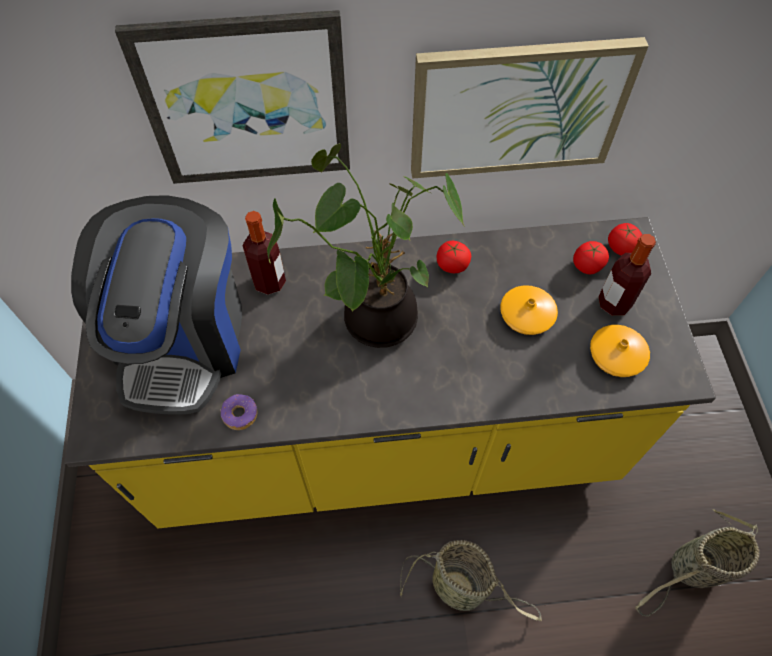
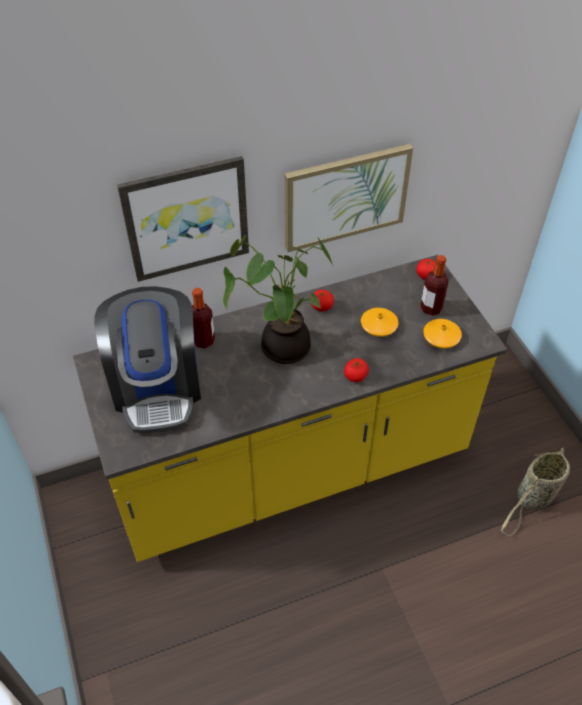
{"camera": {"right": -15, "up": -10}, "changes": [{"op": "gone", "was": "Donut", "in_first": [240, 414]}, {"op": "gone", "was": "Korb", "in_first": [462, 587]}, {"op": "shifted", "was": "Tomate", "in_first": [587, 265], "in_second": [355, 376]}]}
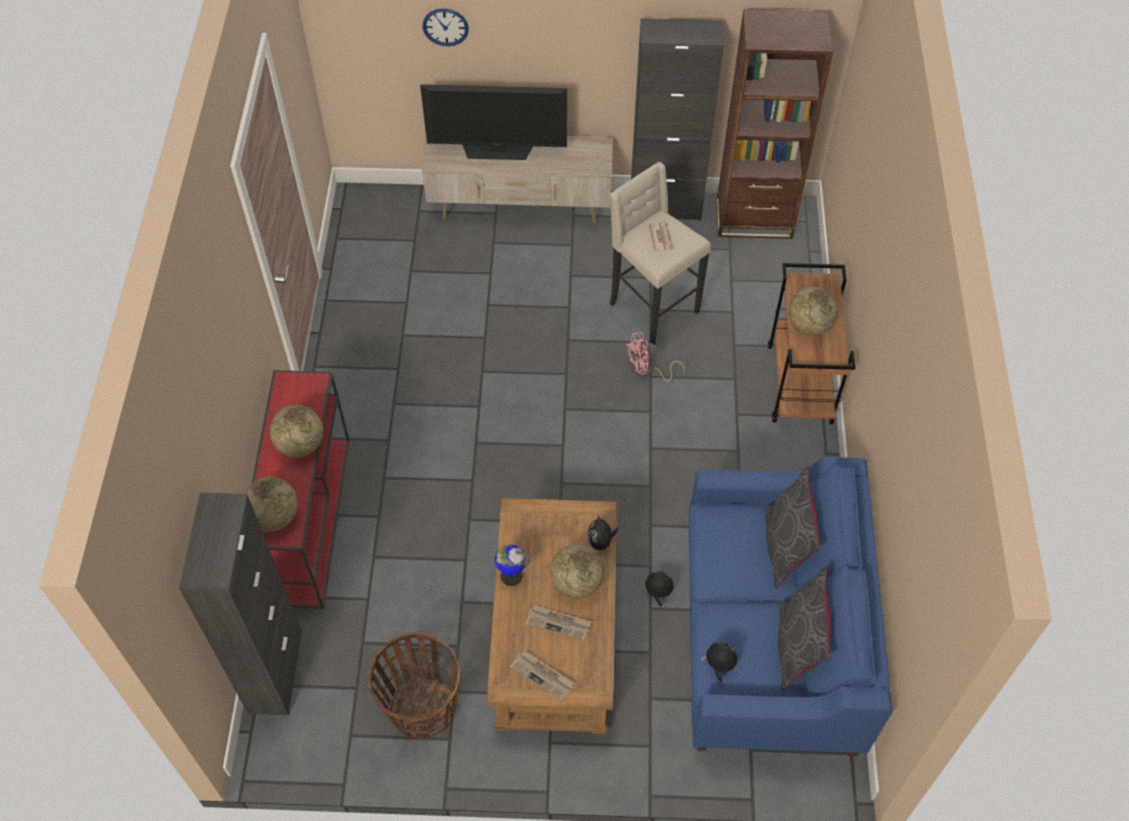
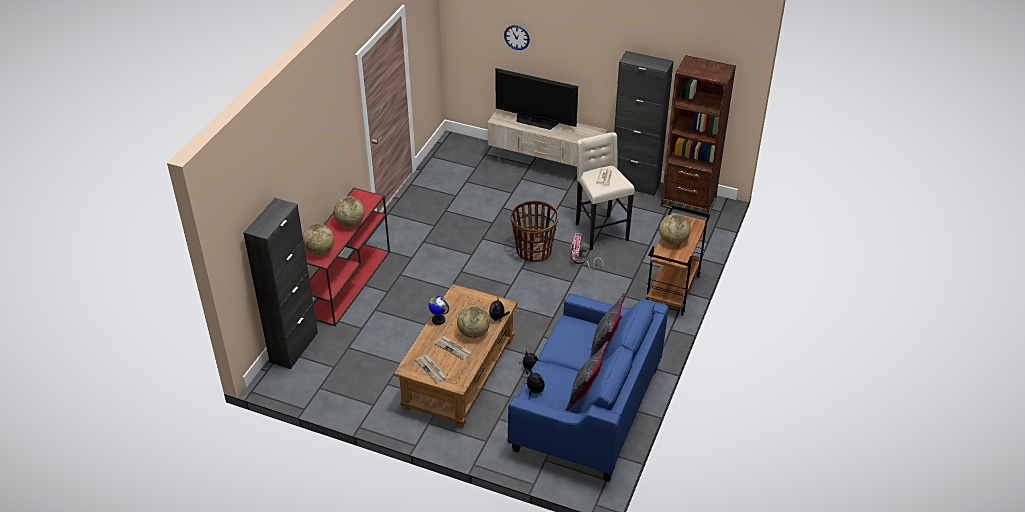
{"camera": {"right": 20, "up": -15}, "changes": [{"op": "shifted", "was": "Korb", "in_first": [422, 708], "in_second": [533, 251]}]}
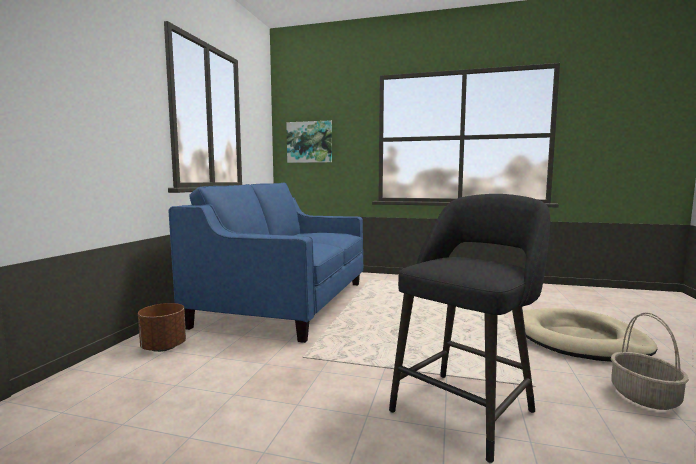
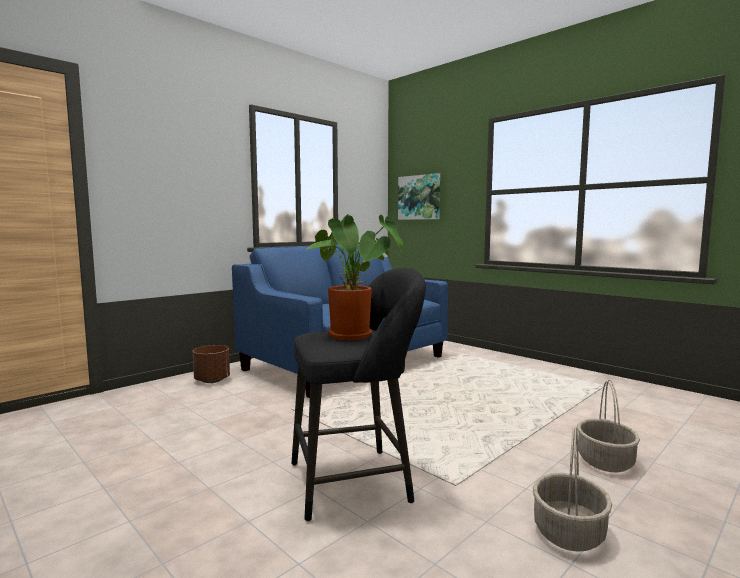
{"camera": {"right": 30, "up": 0}, "changes": [{"op": "swapped", "was": "Hundebett/beige", "now": "Korb", "in_first": [580, 340], "in_second": [606, 461]}, {"op": "new", "now": "Topfpflanze", "in_second": [354, 336]}]}
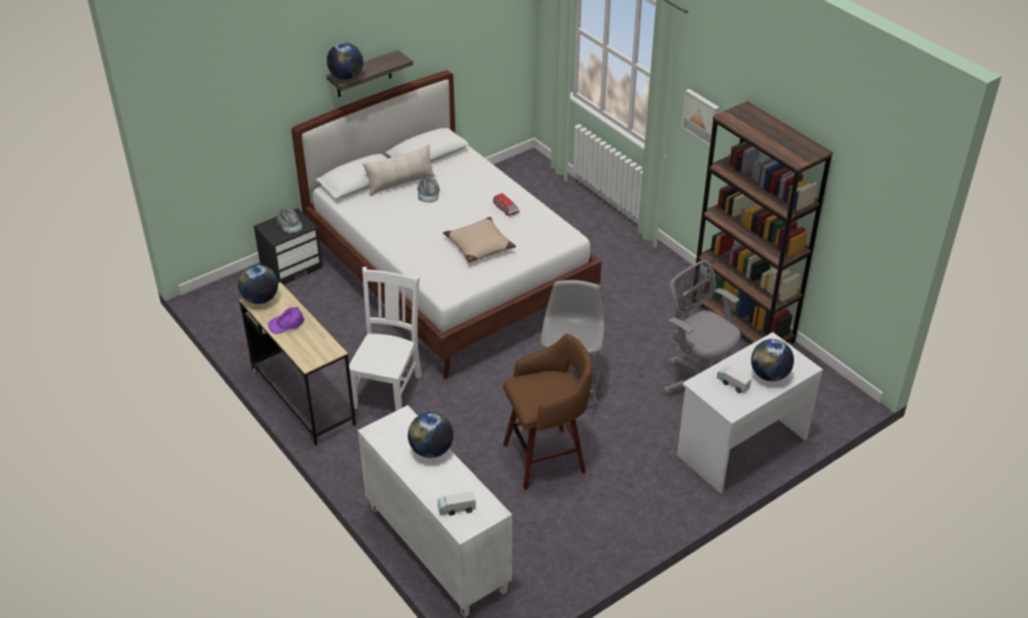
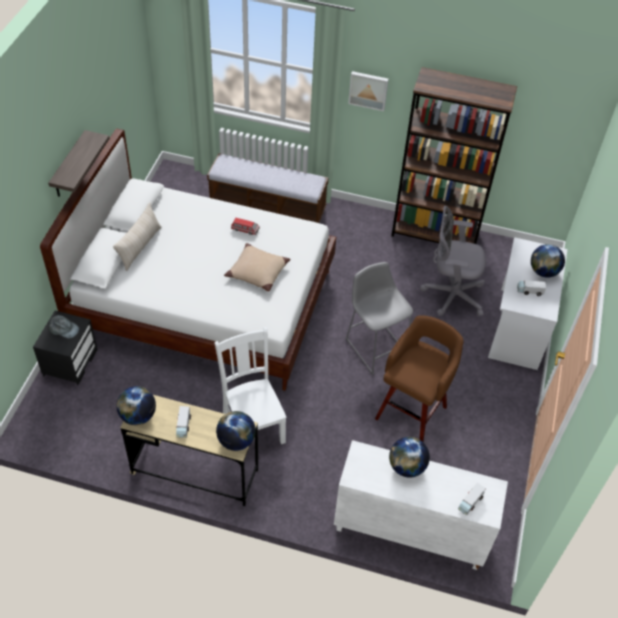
{"camera": {"right": -40, "up": 10}, "changes": [{"op": "swapped", "was": "Kappe/lila", "now": "Spielzeuglaster", "in_first": [286, 324], "in_second": [183, 425]}, {"op": "shifted", "was": "Globus", "in_first": [346, 77], "in_second": [236, 440]}, {"op": "gone", "was": "Kappe/grau", "in_first": [428, 193]}, {"op": "new", "now": "Bank", "in_second": [268, 206]}]}
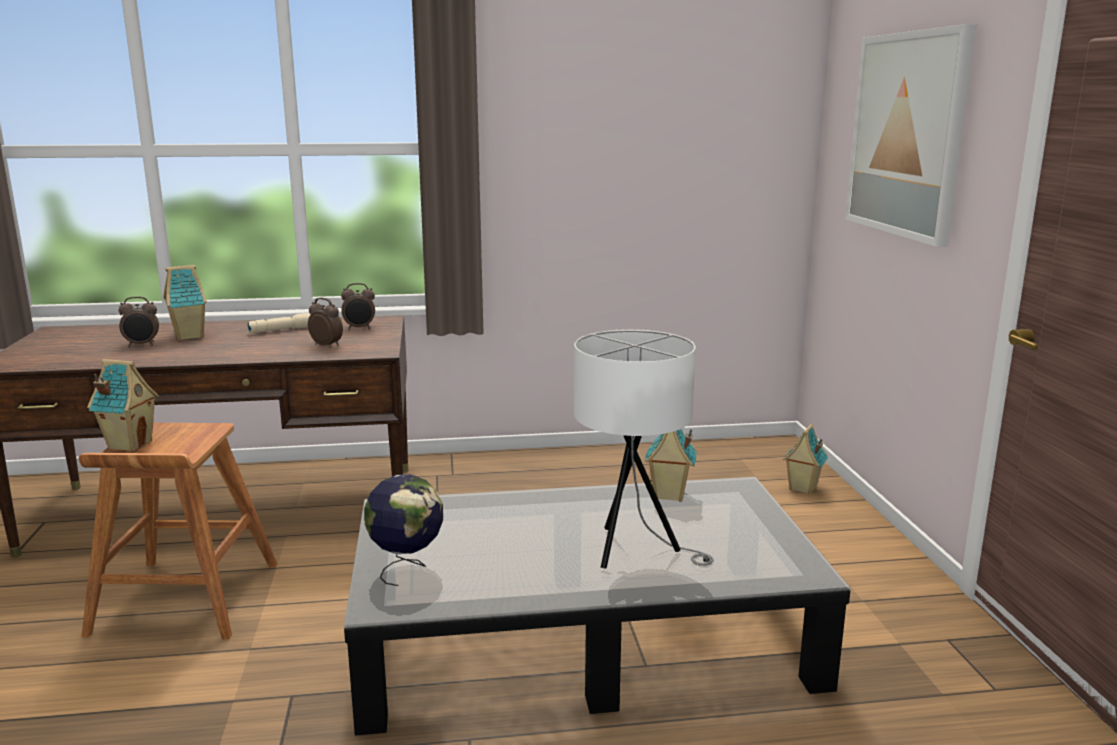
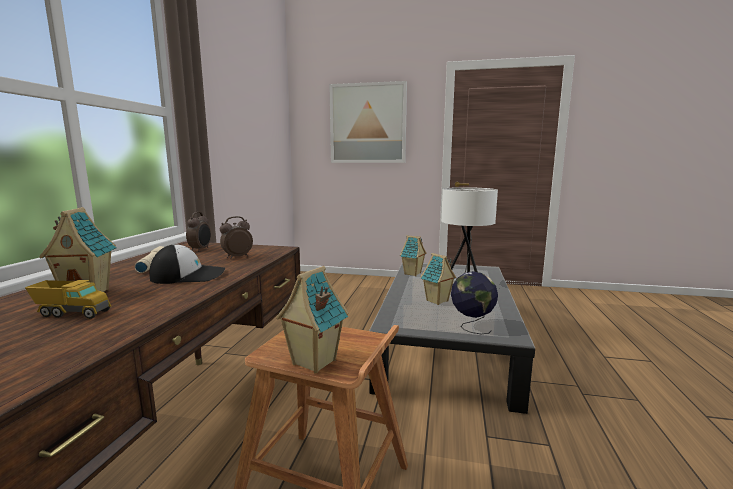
{"camera": {"right": -70, "up": -5}, "changes": [{"op": "swapped", "was": "Wecker", "now": "Spielzeuglaster", "in_first": [142, 345], "in_second": [72, 313]}, {"op": "shifted", "was": "Spielzeughaus", "in_first": [802, 488], "in_second": [437, 301]}, {"op": "new", "now": "Kappe", "in_second": [189, 275]}]}
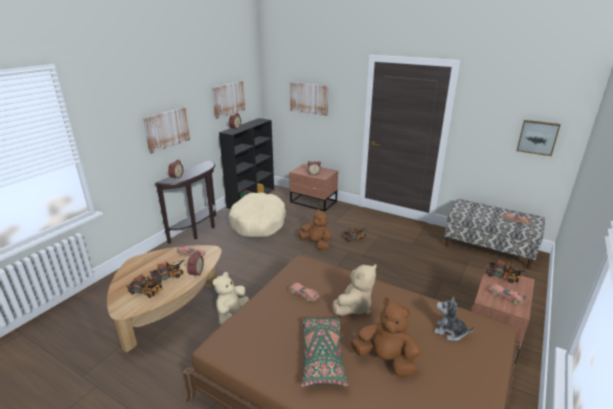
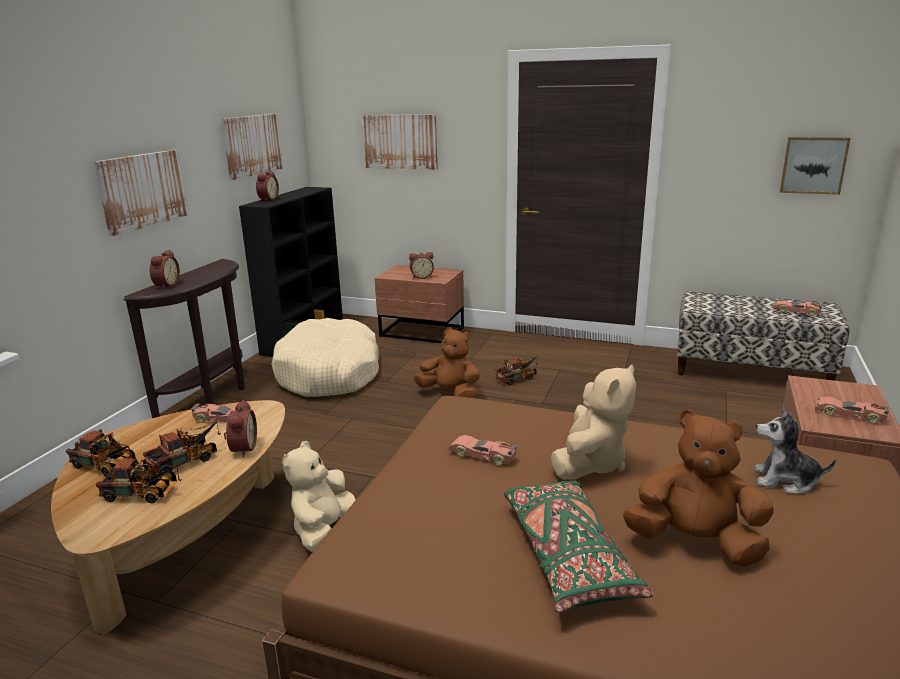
{"camera": {"right": -10, "up": -5}, "changes": [{"op": "shifted", "was": "Spielzeuglaster", "in_first": [504, 277], "in_second": [107, 467]}]}
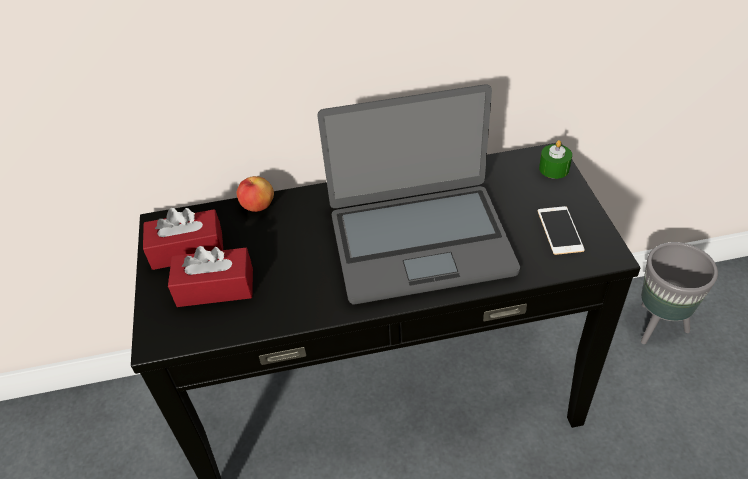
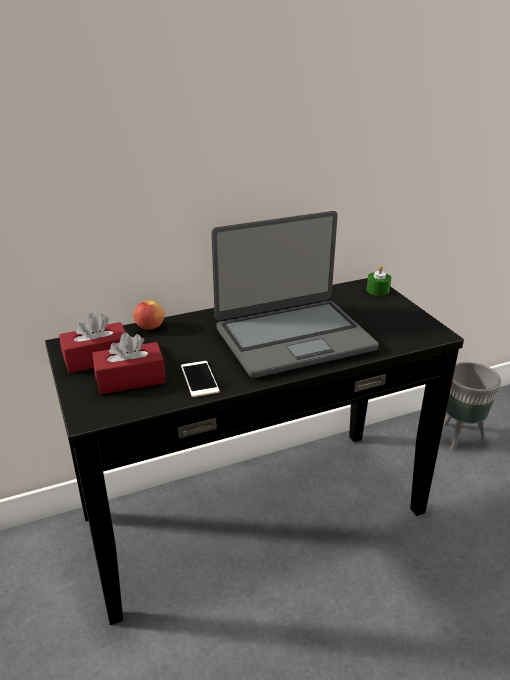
{"camera": {"right": -15, "up": -15}, "changes": [{"op": "shifted", "was": "Handy", "in_first": [560, 230], "in_second": [199, 379]}]}
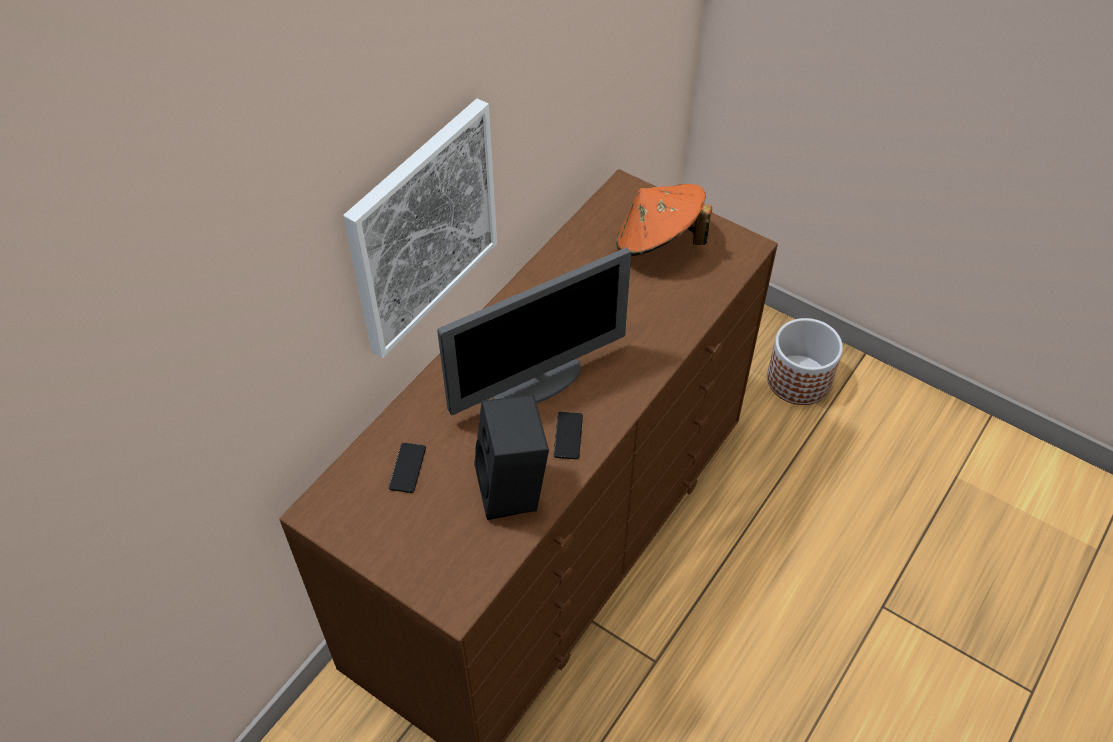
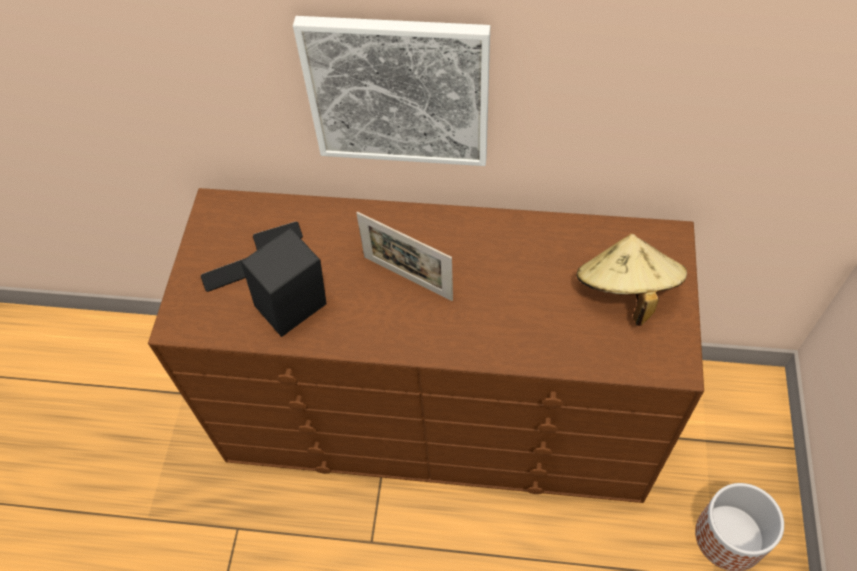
{"camera": {"right": 65, "up": 5}, "changes": [{"op": "swapped", "was": "Monitor", "now": "Bilderrahmen", "in_first": [538, 382], "in_second": [407, 278]}, {"op": "shifted", "was": "Handy", "in_first": [568, 436], "in_second": [226, 275]}, {"op": "repainted", "was": "Hut/orange", "now": "Hut/beige", "in_first": [658, 242], "in_second": [625, 292]}]}
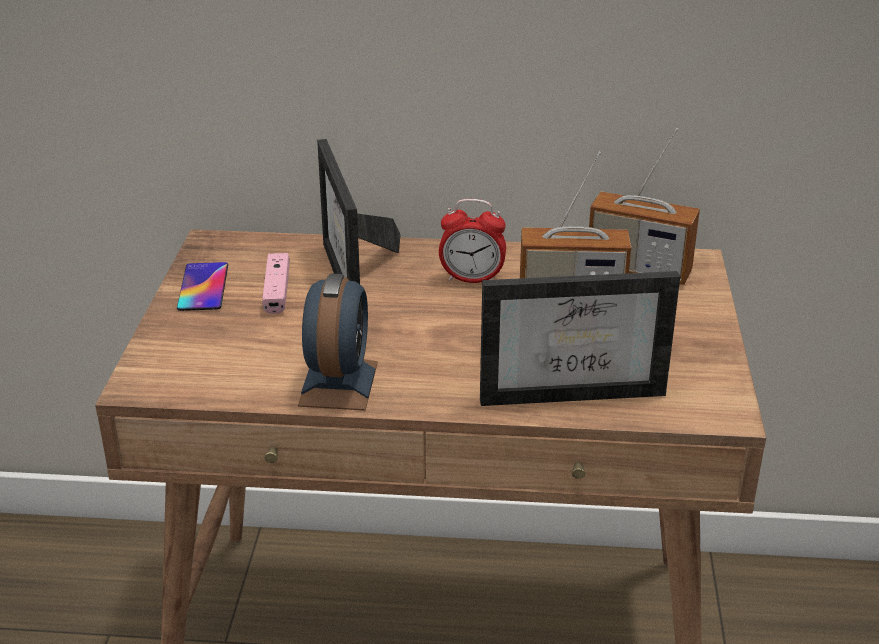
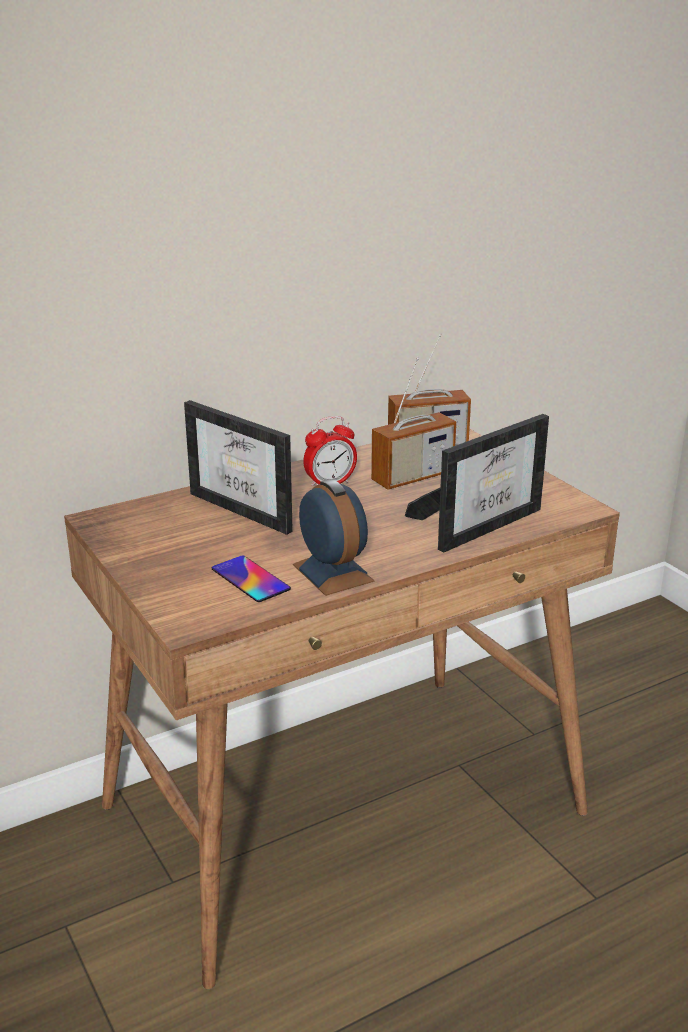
{"camera": {"right": -35, "up": -5}, "changes": [{"op": "shifted", "was": "Handy", "in_first": [203, 287], "in_second": [250, 579]}, {"op": "gone", "was": "Gamepad/rosa", "in_first": [277, 291]}]}
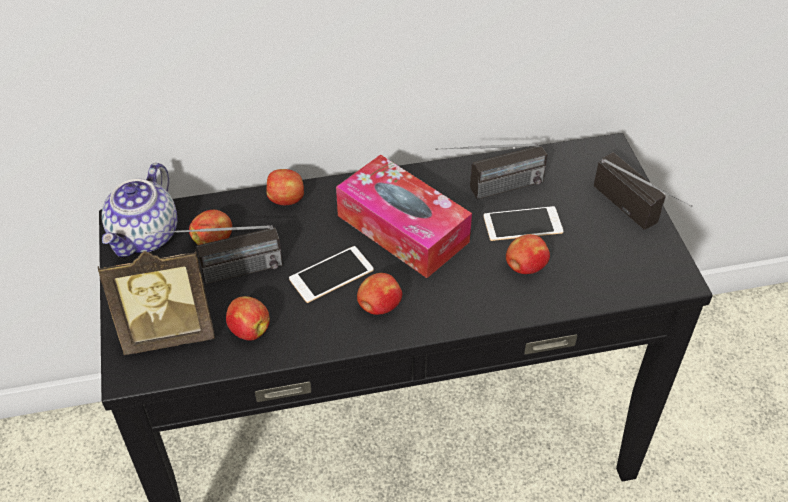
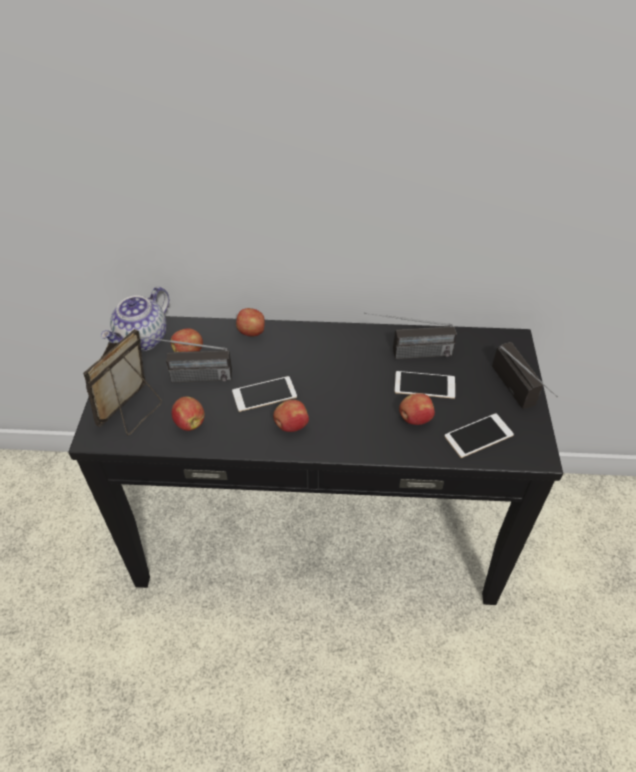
{"camera": {"right": 15, "up": 0}, "changes": [{"op": "rotated", "was": "Bilderrahmen", "in_first": [169, 332], "in_second": [132, 412], "clockwise": 120}, {"op": "gone", "was": "Taschentuchbox", "in_first": [402, 229]}, {"op": "new", "now": "Handy", "in_second": [478, 435]}]}
